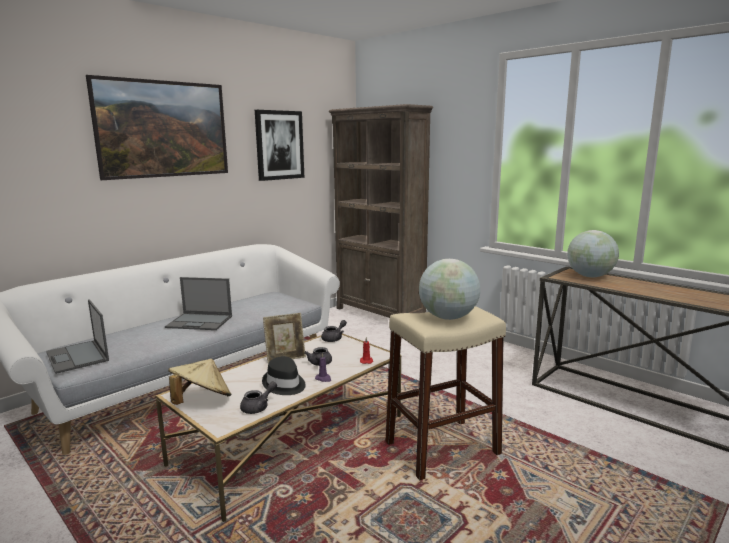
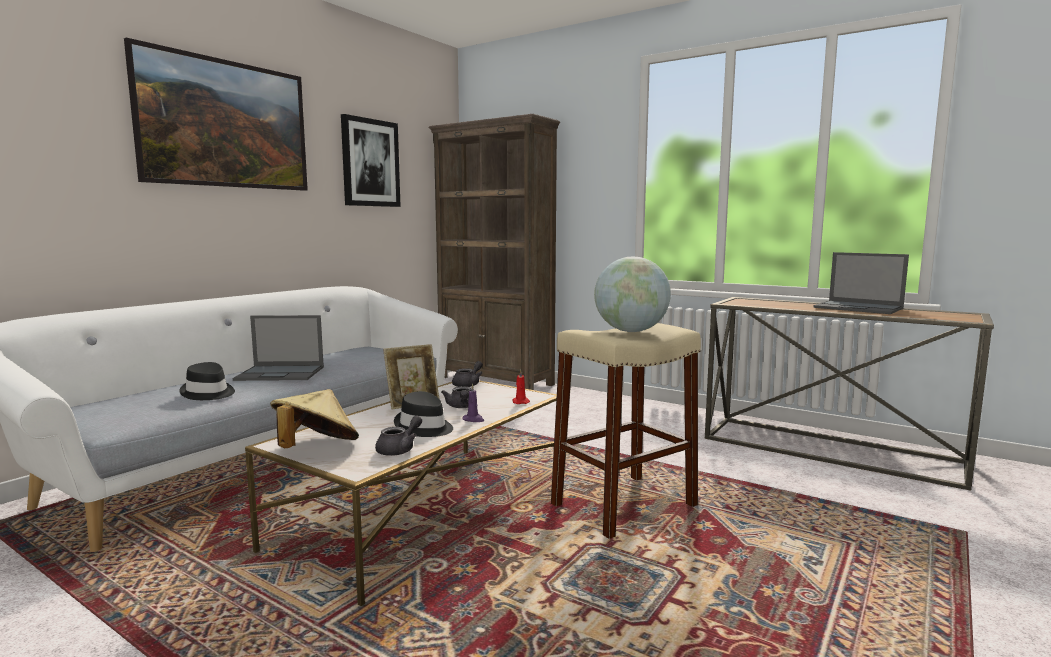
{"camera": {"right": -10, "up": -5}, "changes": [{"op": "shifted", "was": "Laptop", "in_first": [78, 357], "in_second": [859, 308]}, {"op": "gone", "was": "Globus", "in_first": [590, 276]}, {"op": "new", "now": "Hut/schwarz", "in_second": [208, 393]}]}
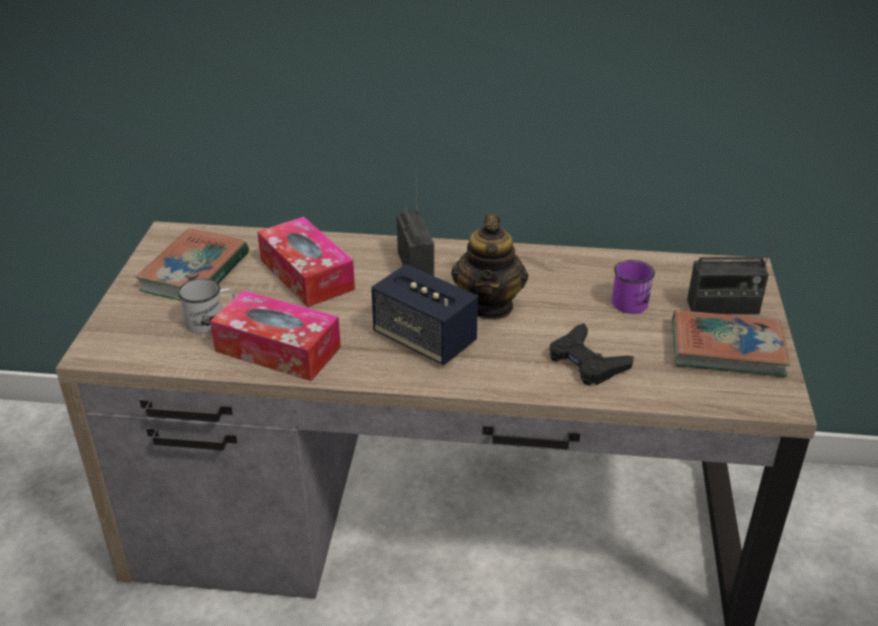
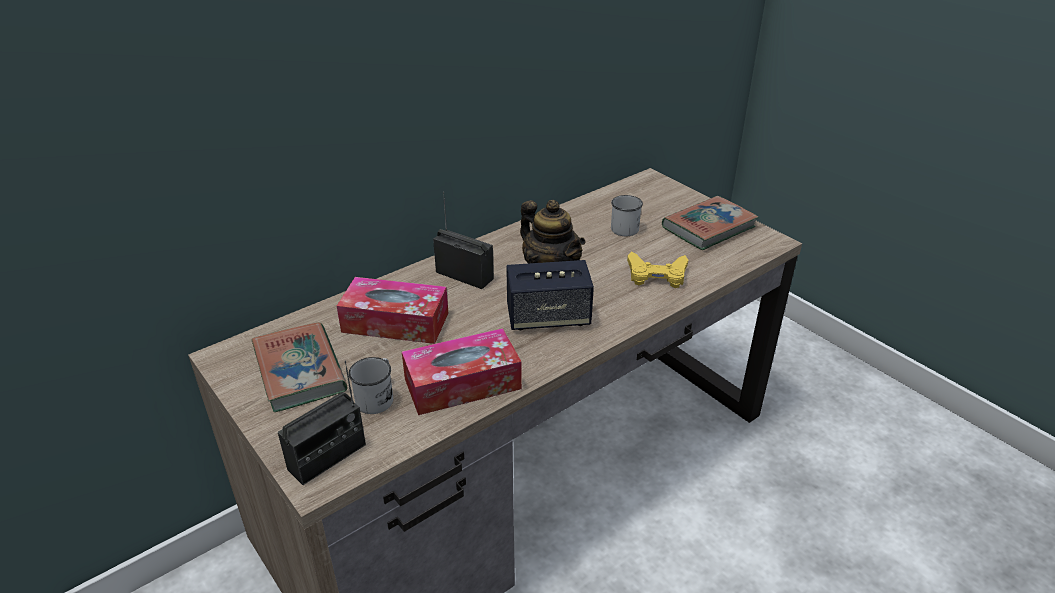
{"camera": {"right": -45, "up": 0}, "changes": [{"op": "repainted", "was": "Gamepad/schwarz", "now": "Gamepad/gelb", "in_first": [587, 362], "in_second": [656, 275]}, {"op": "repainted", "was": "Henkelbecher/lila", "now": "Henkelbecher/weiß", "in_first": [633, 300], "in_second": [623, 226]}, {"op": "shifted", "was": "Radio", "in_first": [722, 307], "in_second": [327, 457]}]}
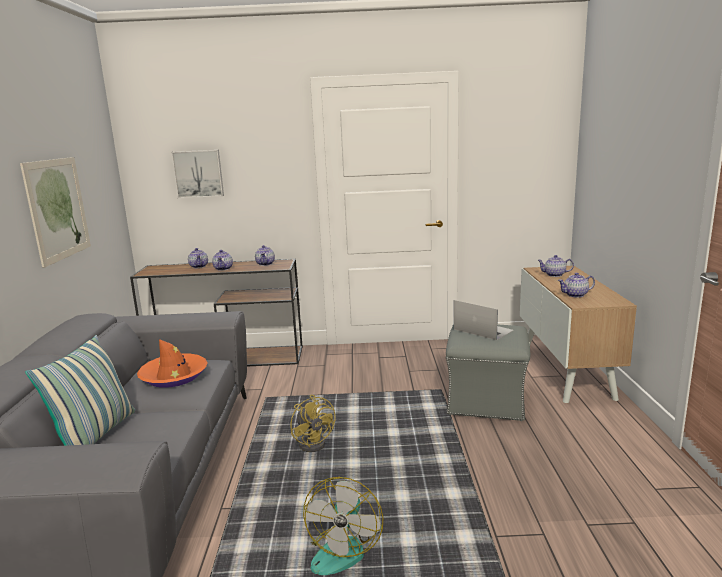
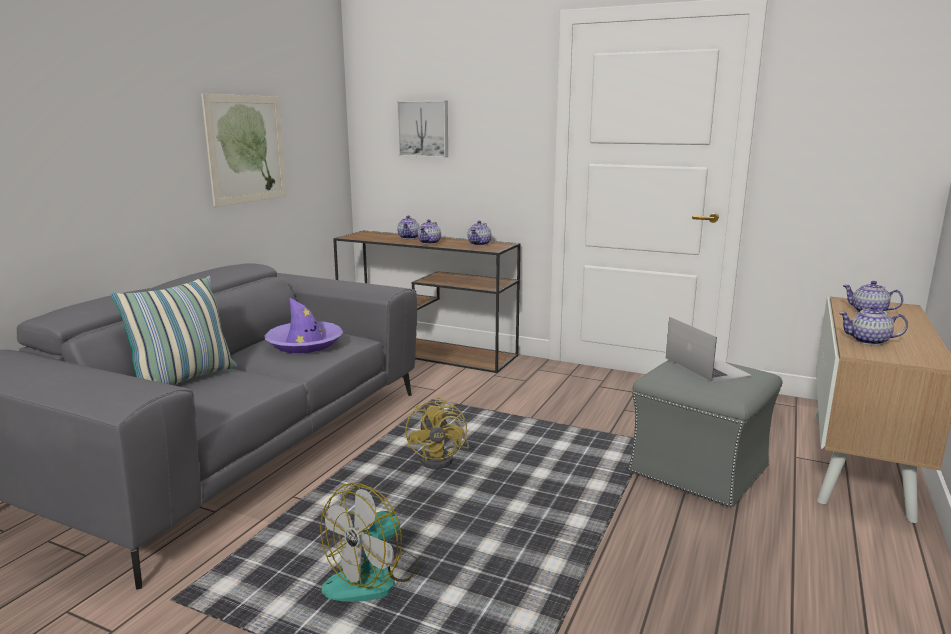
{"camera": {"right": 25, "up": 0}, "changes": [{"op": "repainted", "was": "Hut/orange", "now": "Hut/lila", "in_first": [174, 376], "in_second": [305, 344]}]}
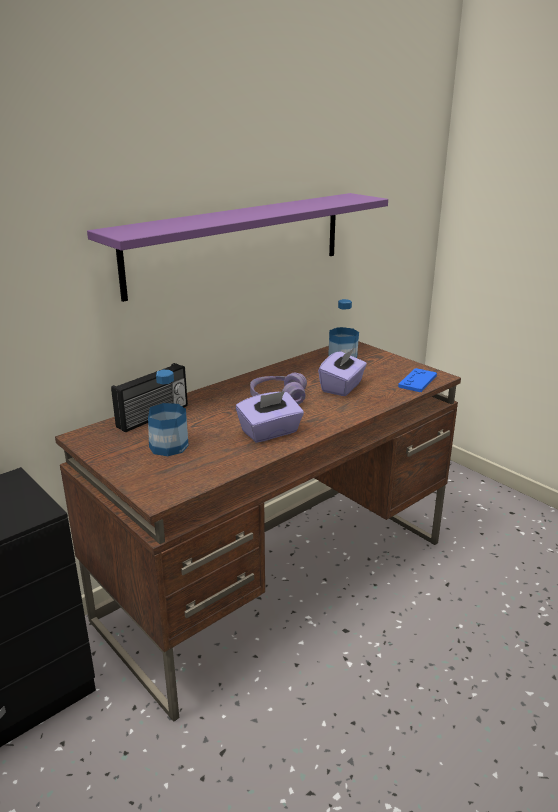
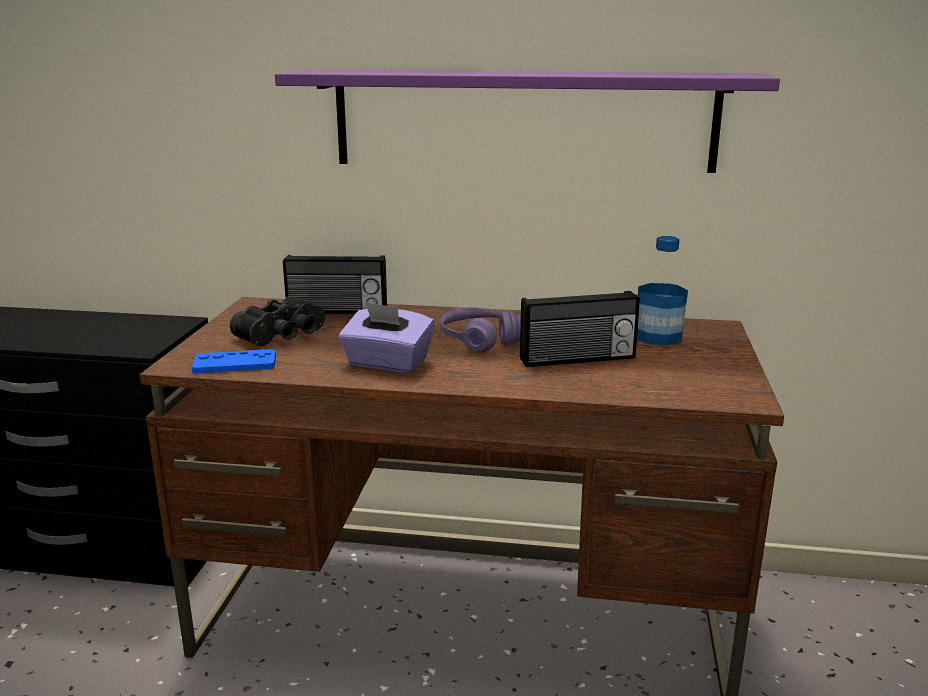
{"camera": {"right": 50, "up": -5}, "changes": [{"op": "swapped", "was": "Flasche", "now": "Fernglas/schwarz", "in_first": [168, 446], "in_second": [284, 336]}, {"op": "swapped", "was": "Taschentuchbox/lila", "now": "Radio", "in_first": [342, 387], "in_second": [578, 359]}, {"op": "shifted", "was": "Gamepad/blau", "in_first": [417, 381], "in_second": [235, 363]}]}
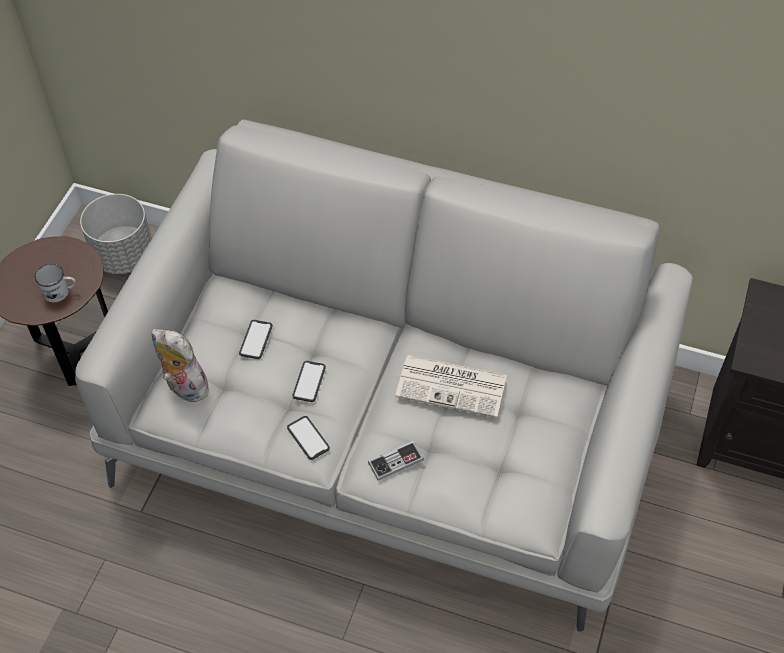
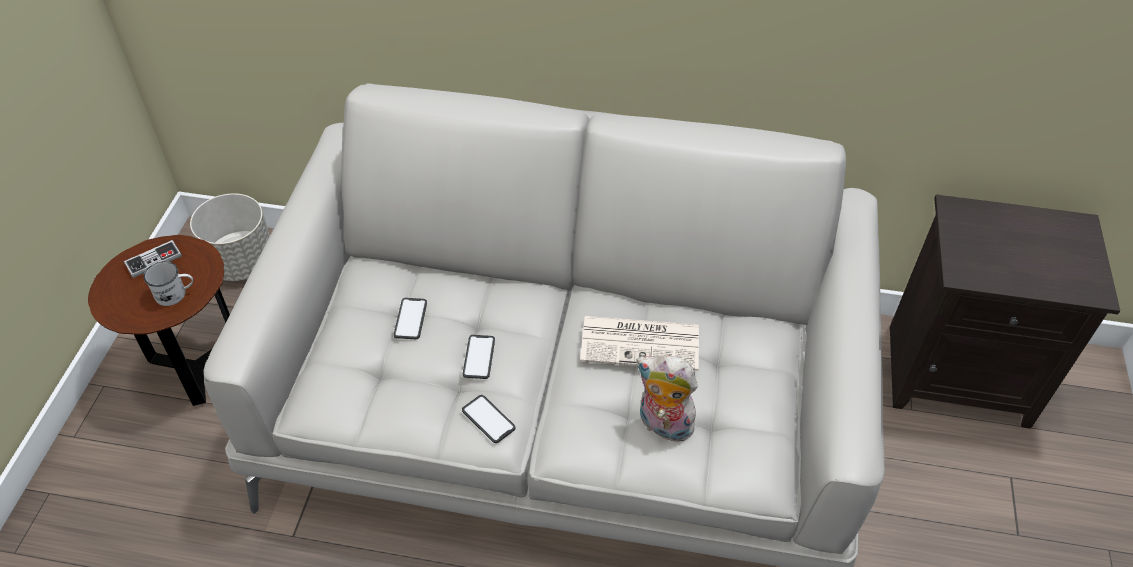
{"camera": {"right": -10, "up": -5}, "changes": [{"op": "shifted", "was": "Plüschtier", "in_first": [184, 387], "in_second": [662, 425]}, {"op": "shifted", "was": "Gamepad", "in_first": [395, 461], "in_second": [153, 260]}]}
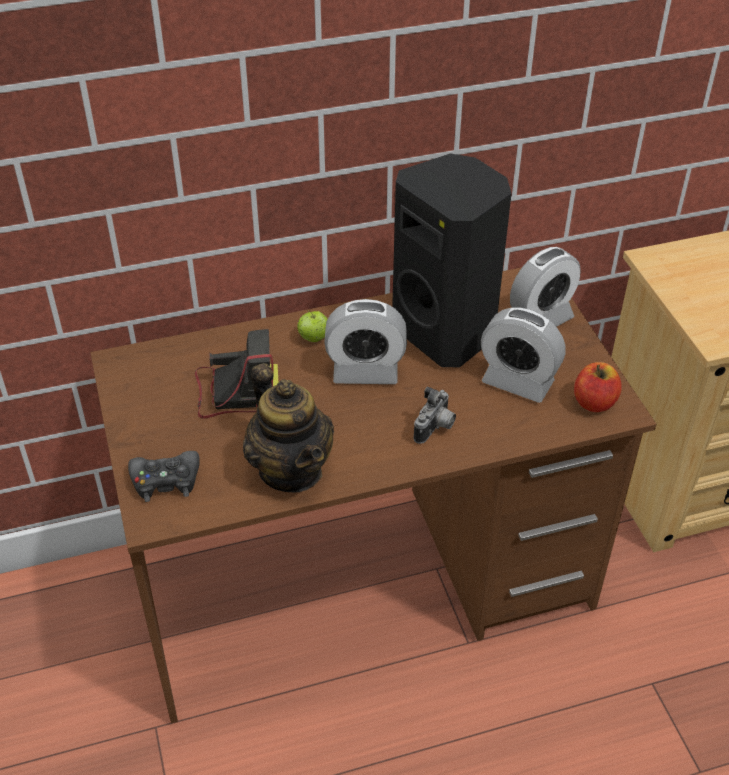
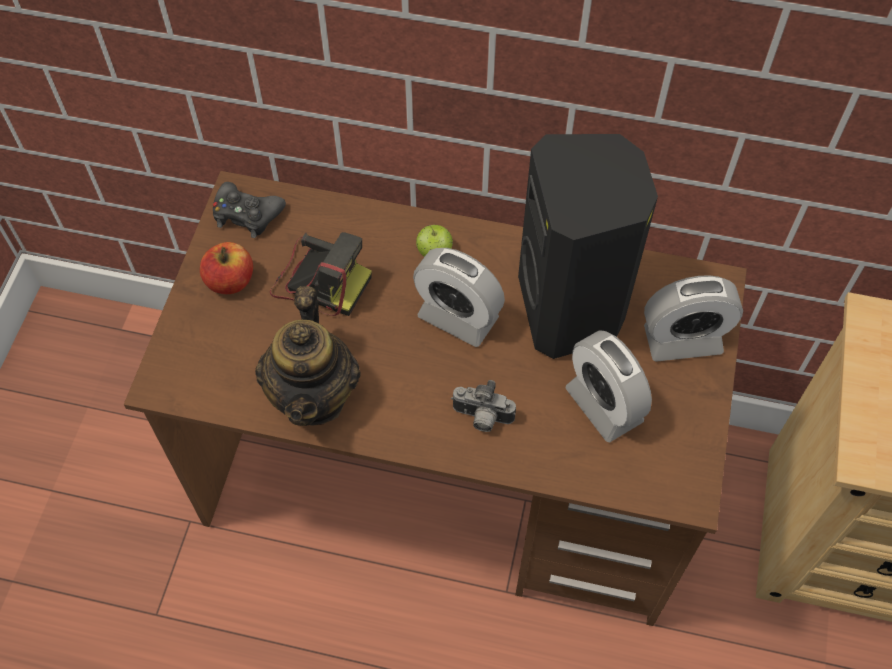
{"camera": {"right": 30, "up": 15}, "changes": [{"op": "shifted", "was": "Gamepad/schwarz", "in_first": [166, 481], "in_second": [247, 214]}, {"op": "rotated", "was": "Kamera", "in_first": [435, 428], "in_second": [481, 418], "clockwise": 45}, {"op": "shifted", "was": "Apfel", "in_first": [594, 402], "in_second": [230, 281]}]}
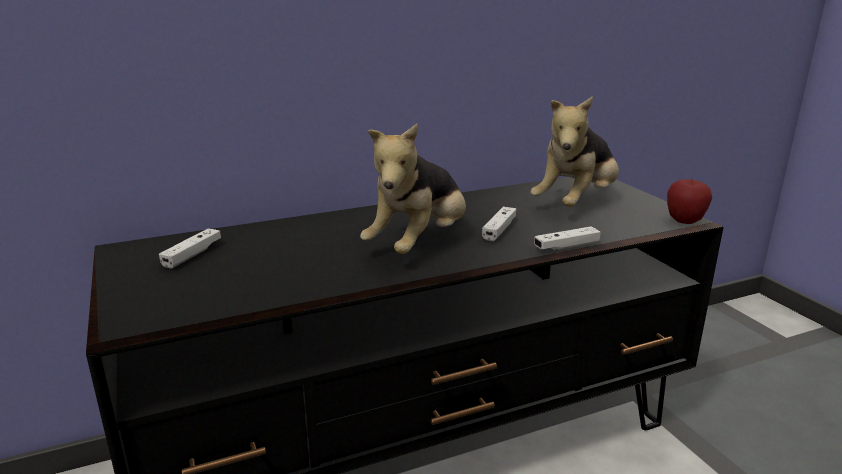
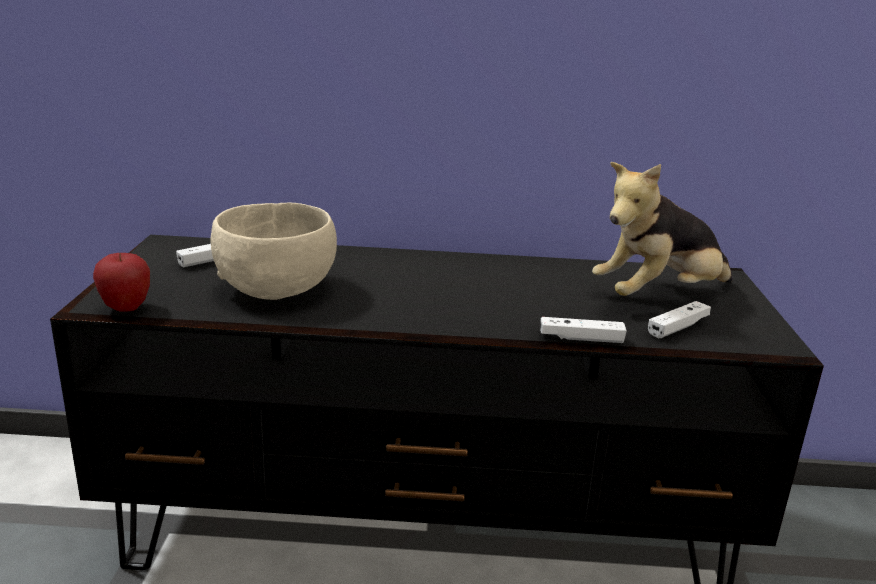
{"camera": {"right": 25, "up": 0}, "changes": [{"op": "gone", "was": "Plüschtier", "in_first": [419, 244]}, {"op": "shifted", "was": "Gamepad/weiß", "in_first": [499, 230], "in_second": [678, 327]}, {"op": "shifted", "was": "Apfel", "in_first": [684, 222], "in_second": [126, 308]}, {"op": "new", "now": "Schüssel/beige", "in_second": [278, 288]}]}
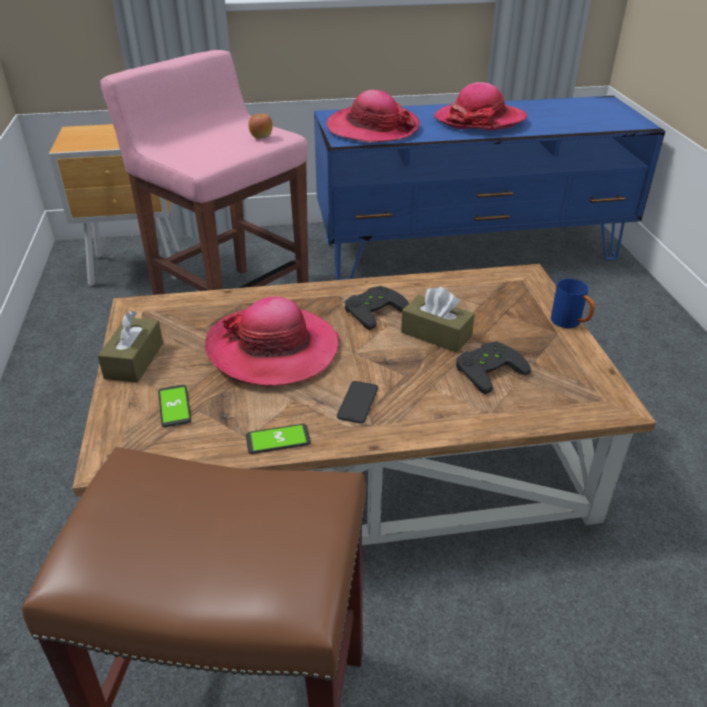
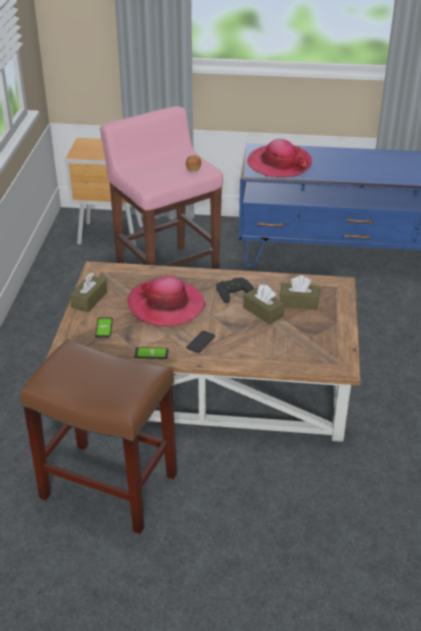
{"camera": {"right": 15, "up": 0}, "changes": [{"op": "gone", "was": "Hut", "in_first": [480, 120]}, {"op": "gone", "was": "Gamepad/schwarz", "in_first": [487, 368]}, {"op": "gone", "was": "Henkelbecher/blau", "in_first": [570, 323]}, {"op": "new", "now": "Taschentuchbox/braun", "in_second": [299, 303]}]}
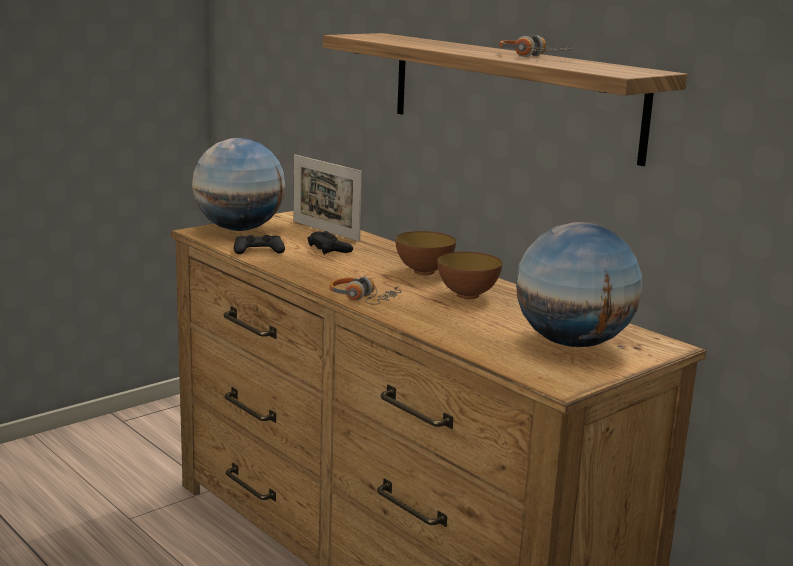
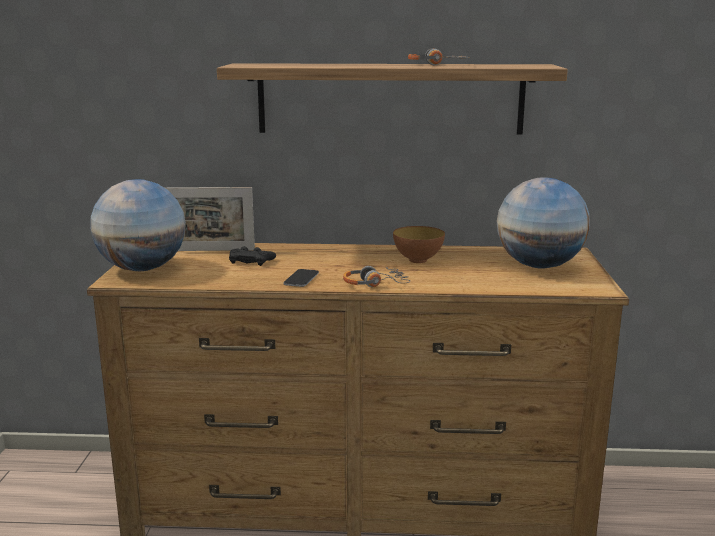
{"camera": {"right": -45, "up": 0}, "changes": [{"op": "gone", "was": "Gamepad/schwarz", "in_first": [258, 250]}, {"op": "gone", "was": "Schüssel", "in_first": [424, 272]}, {"op": "new", "now": "Handy", "in_second": [301, 279]}]}
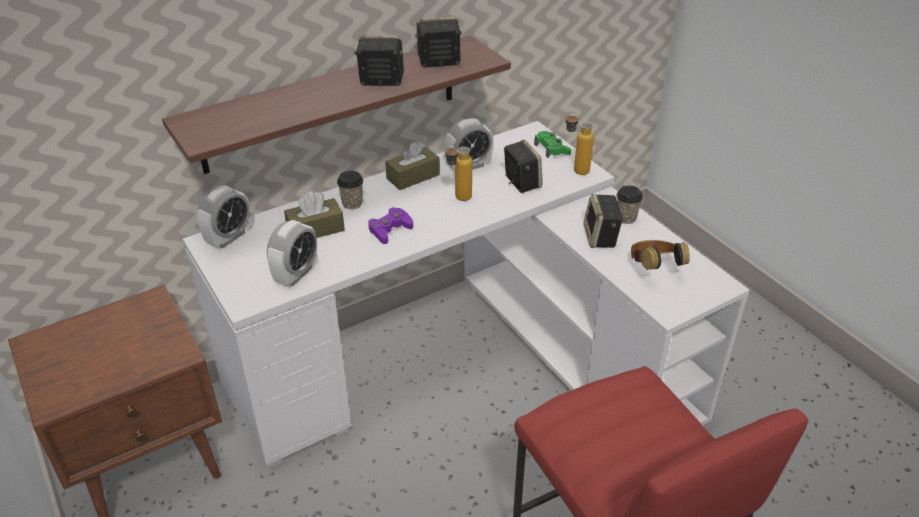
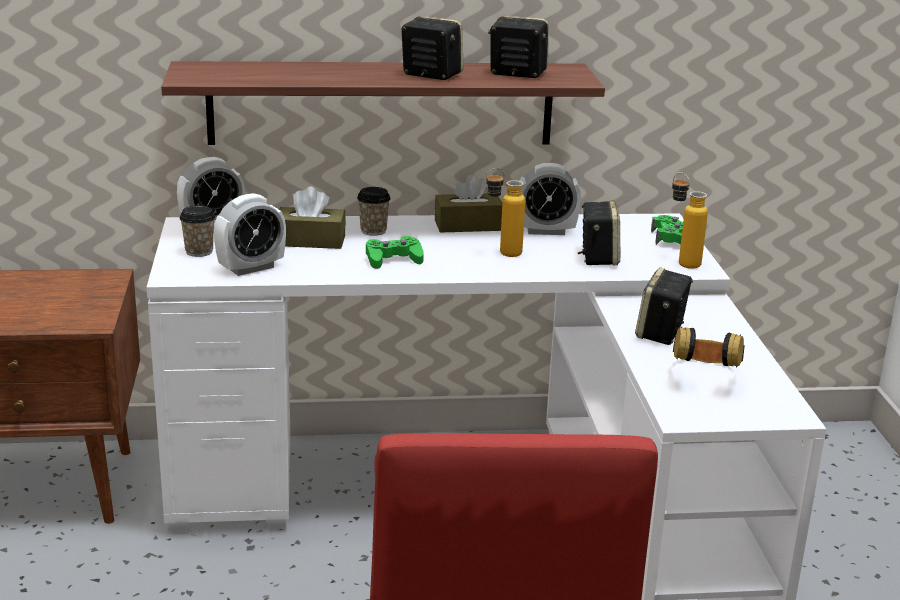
{"camera": {"right": 25, "up": -15}, "changes": [{"op": "repainted", "was": "Gamepad/lila", "now": "Gamepad/grün", "in_first": [390, 230], "in_second": [393, 259]}, {"op": "shifted", "was": "Tasse", "in_first": [626, 218], "in_second": [199, 251]}]}
